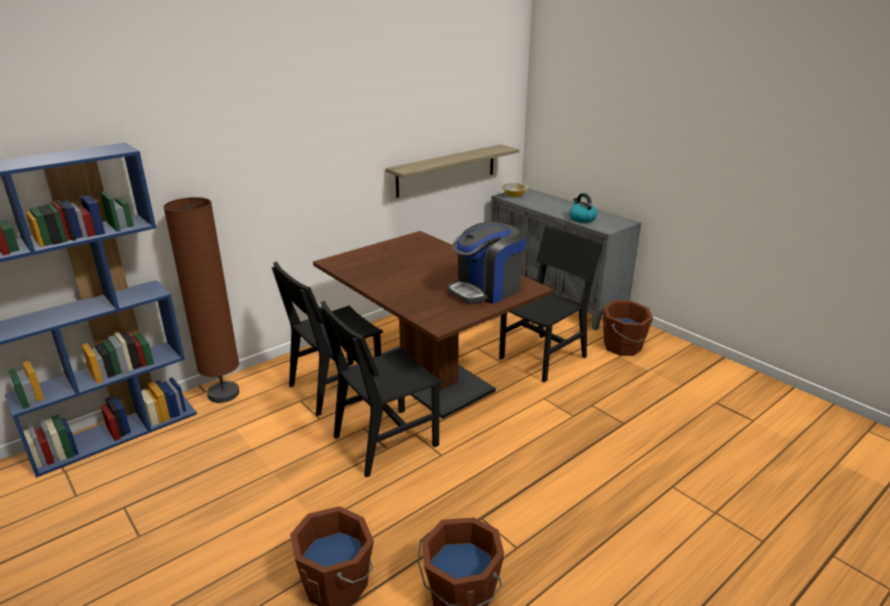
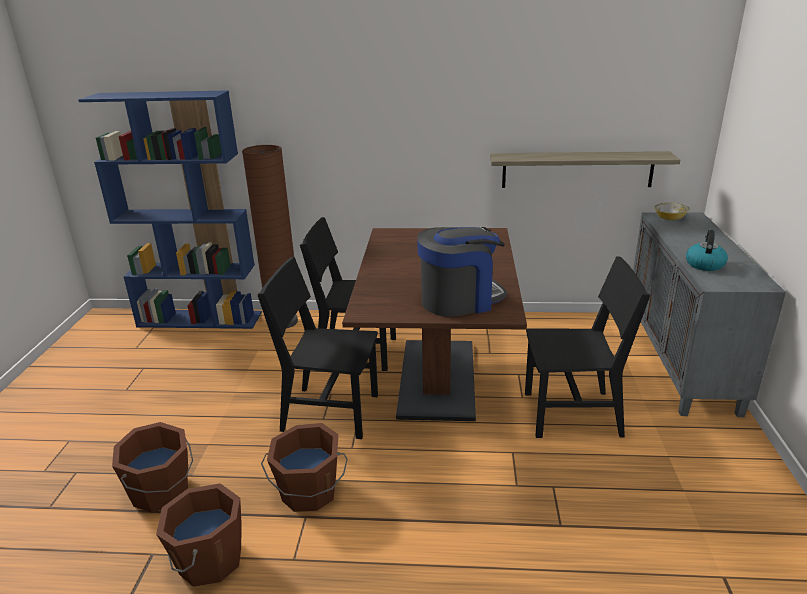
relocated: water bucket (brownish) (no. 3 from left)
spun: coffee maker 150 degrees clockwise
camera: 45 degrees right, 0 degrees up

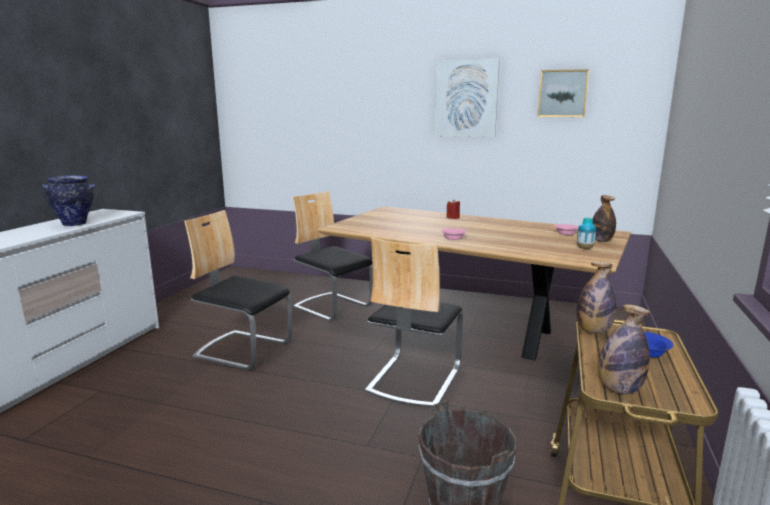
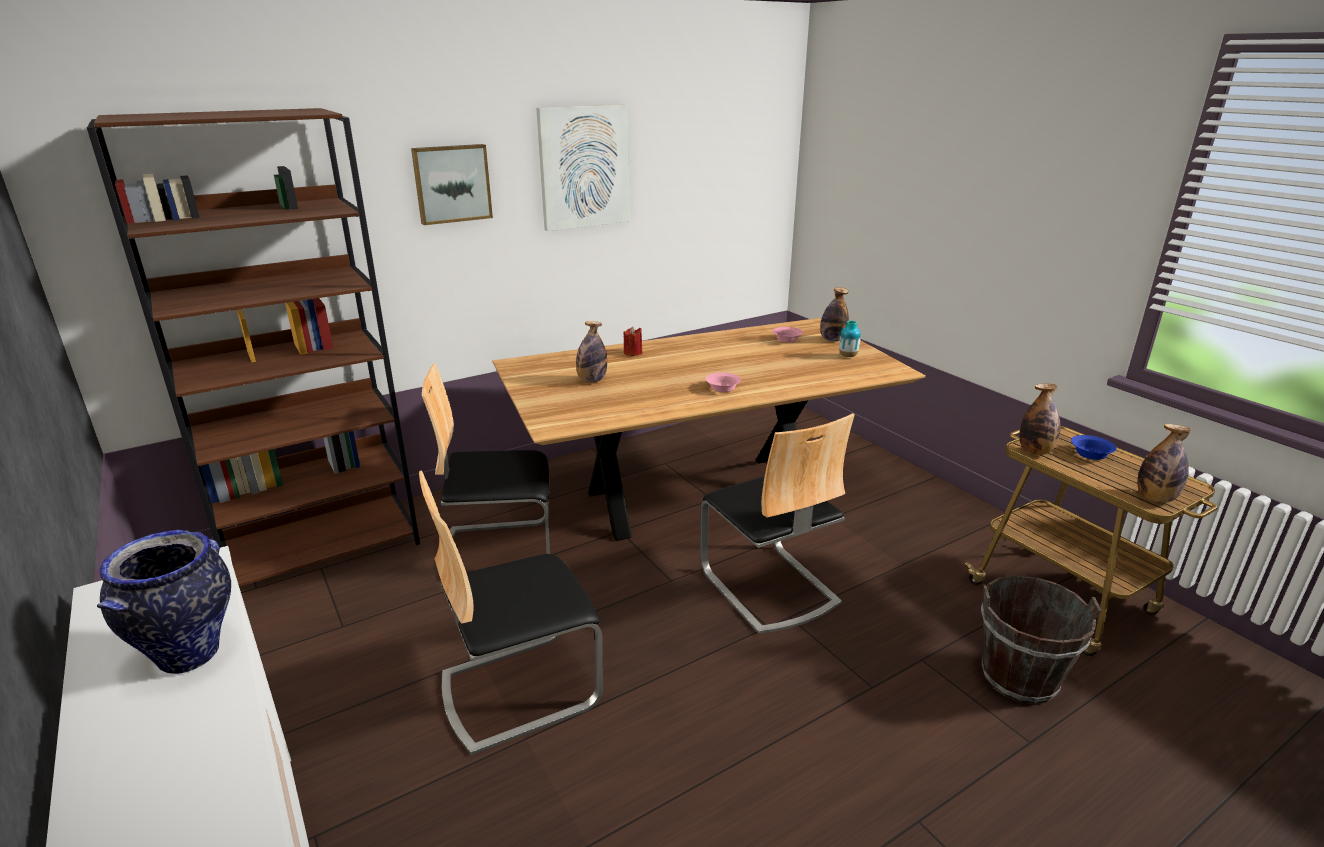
appeared: bookshelf (brownish); bottle (no. 1 from left)
relocated: wall picture (no. 2 from left in the first image) to wall picture (no. 1 from left)
camera: 50 degrees left, 10 degrees up

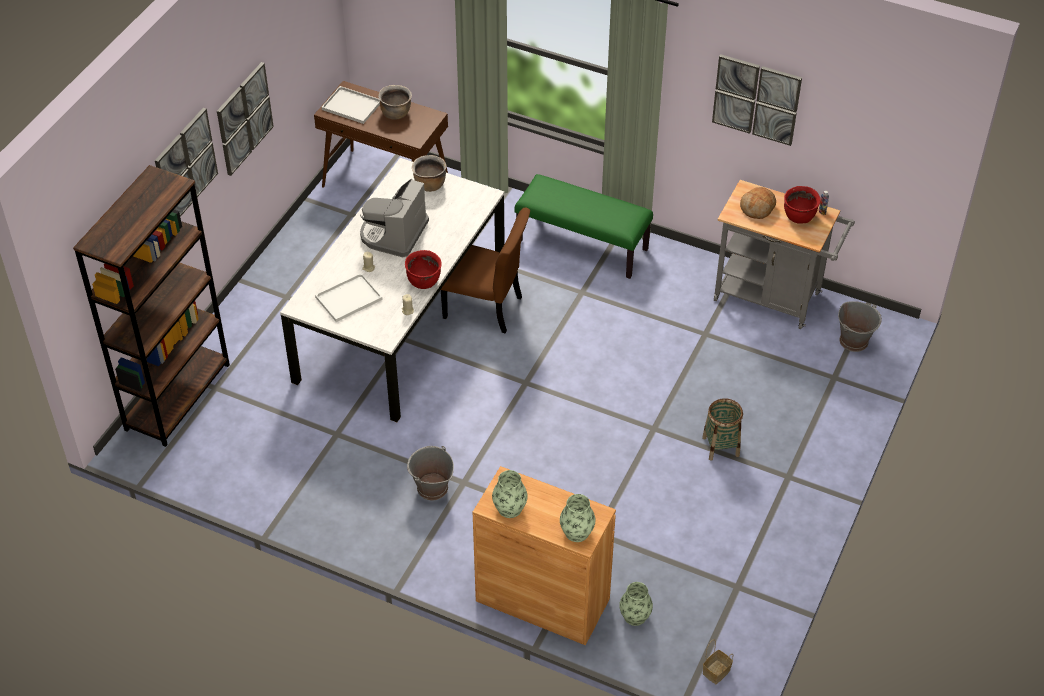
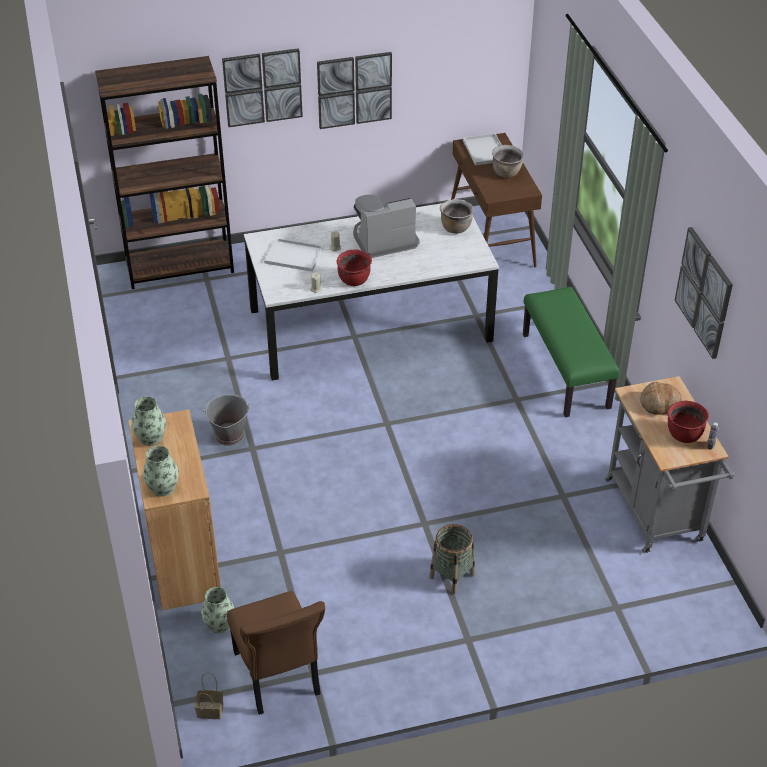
missing: water bucket (greyish) (no. 2 from left)
relocated: chair (brownish)
camera: 50 degrees right, 5 degrees down

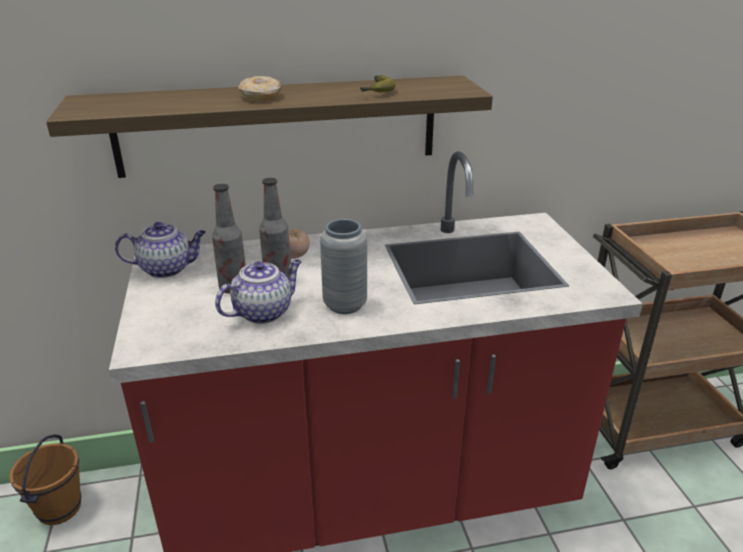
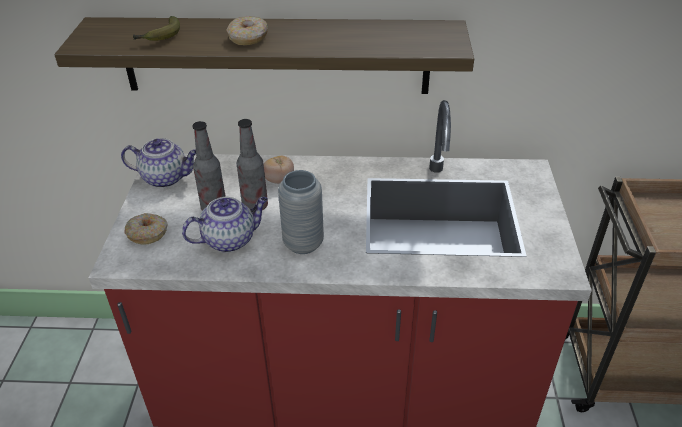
missing: water bucket (brownish)
appeared: donut (no. 1 from left)
relocated: whole banana
camera: 15 degrees right, 10 degrees up

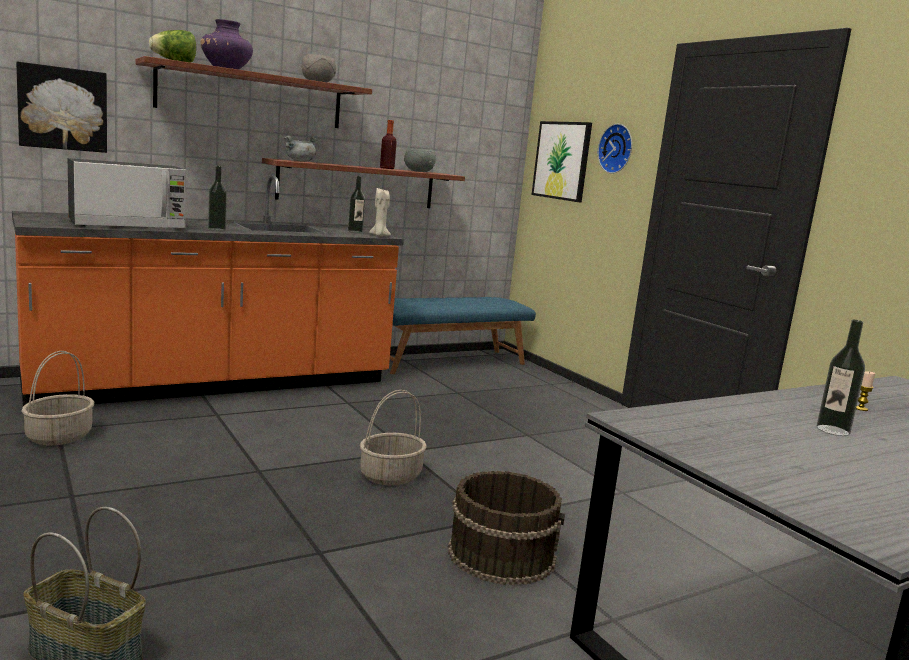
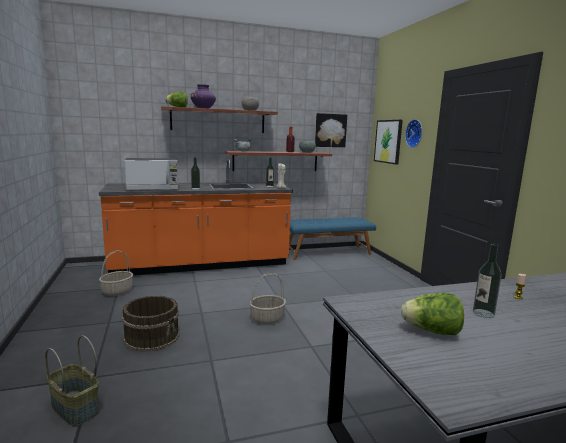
appeared: lettuce (no. 2 from left)
relocated: wall picture (no. 1 from left); water bucket (brownish)
camera: 15 degrees right, 0 degrees up

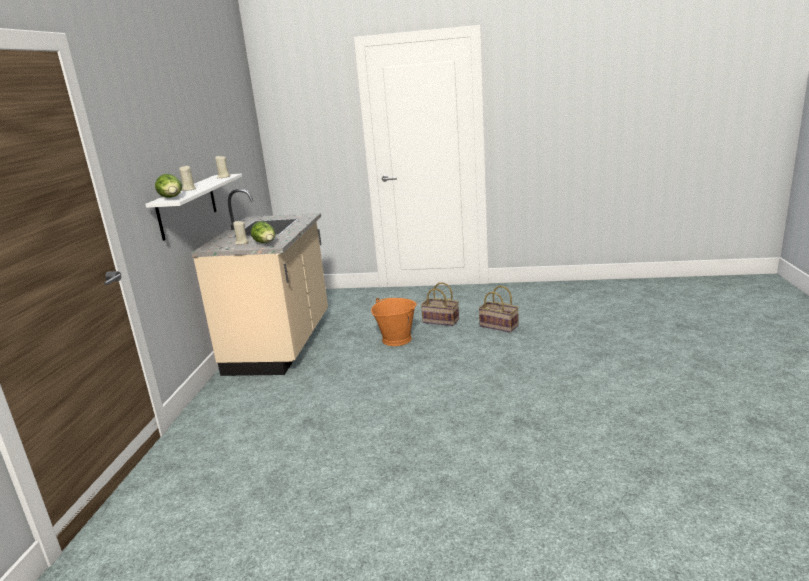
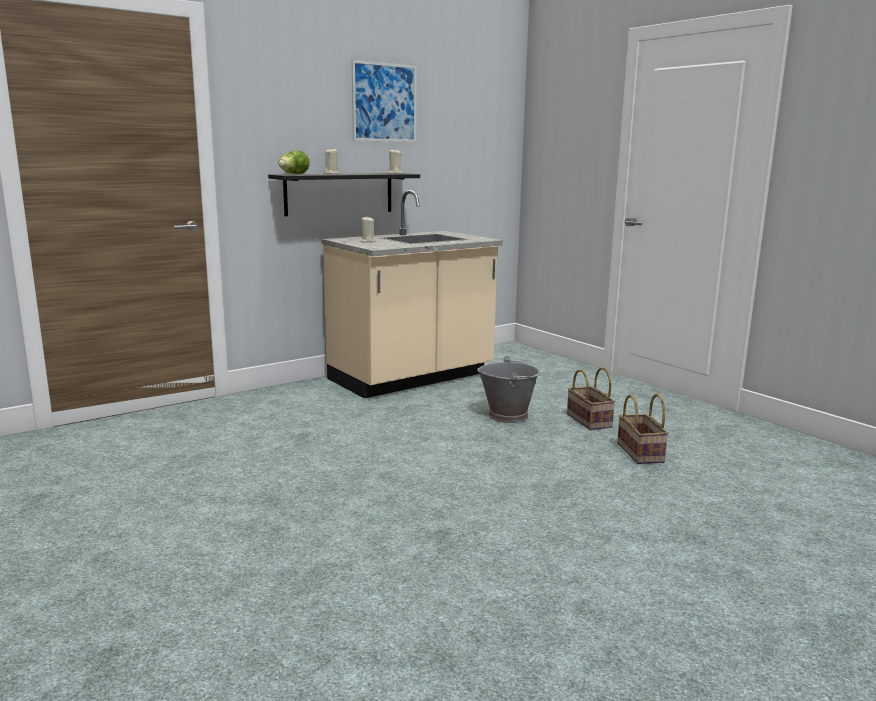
missing: lettuce (no. 2 from left)
appeared: wall picture
colour: wall shelf (whitish) to wall shelf (blackish); water bucket (orange-coloured) to water bucket (greyish)
camera: 45 degrees right, 5 degrees down

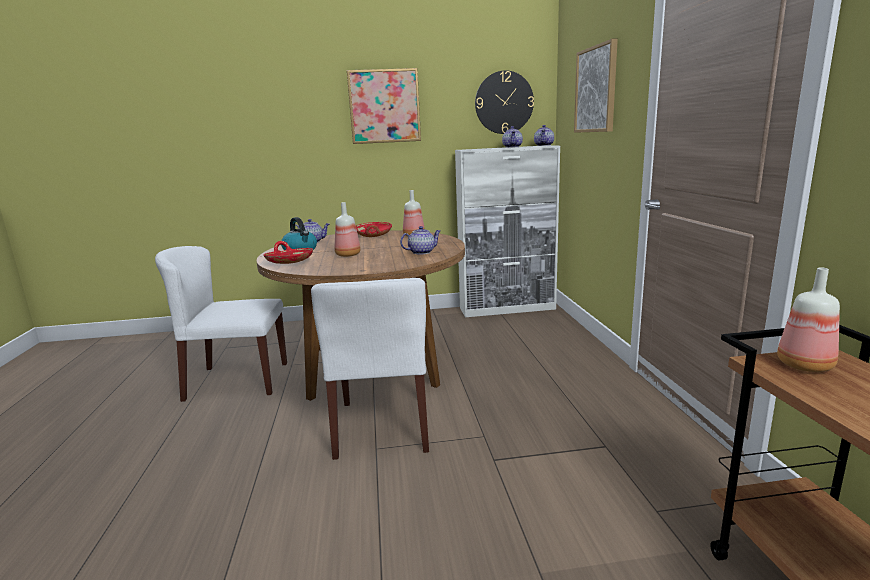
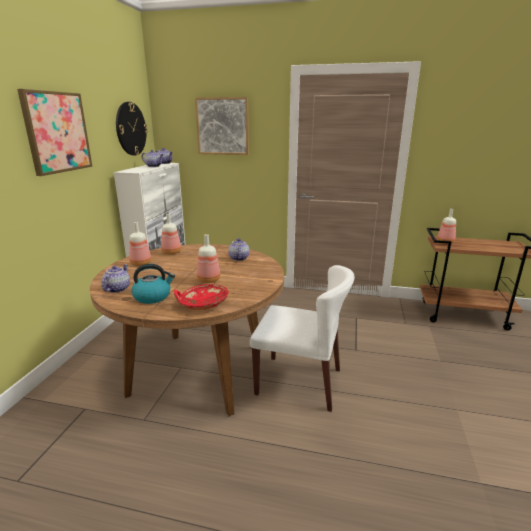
missing: chair (whitish) (no. 1 from left)
exchanged: deep dish (red-coloured) (no. 2 from left) to bottle (no. 1 from left)
camera: 70 degrees left, 5 degrees up

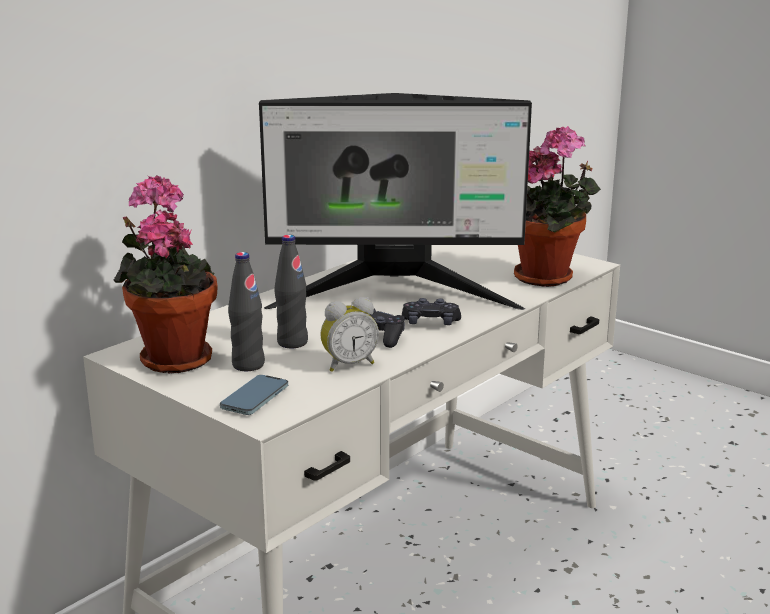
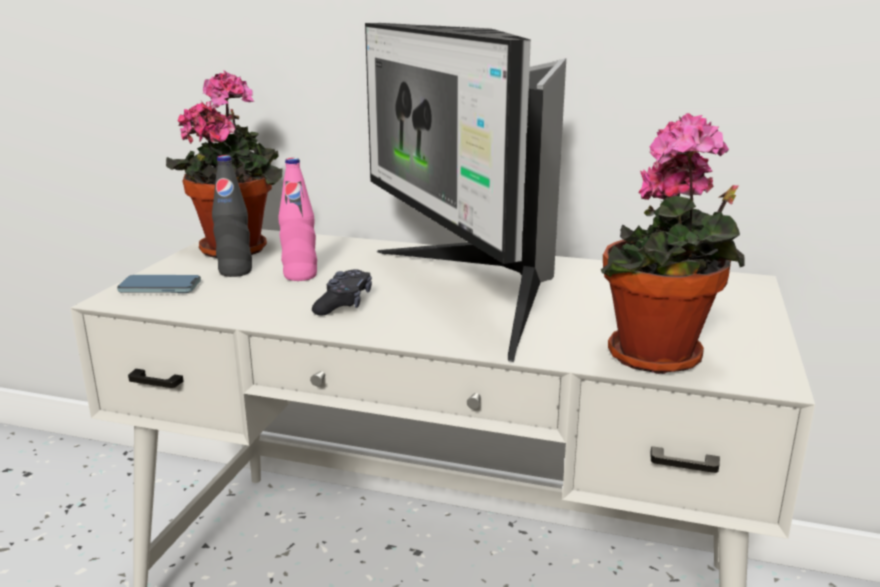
missing: alarm clock; gamepad (blackish) (no. 2 from left)
colour: bottle (blackish) (no. 2 from left) to bottle (pinkish)
camera: 65 degrees right, 0 degrees up

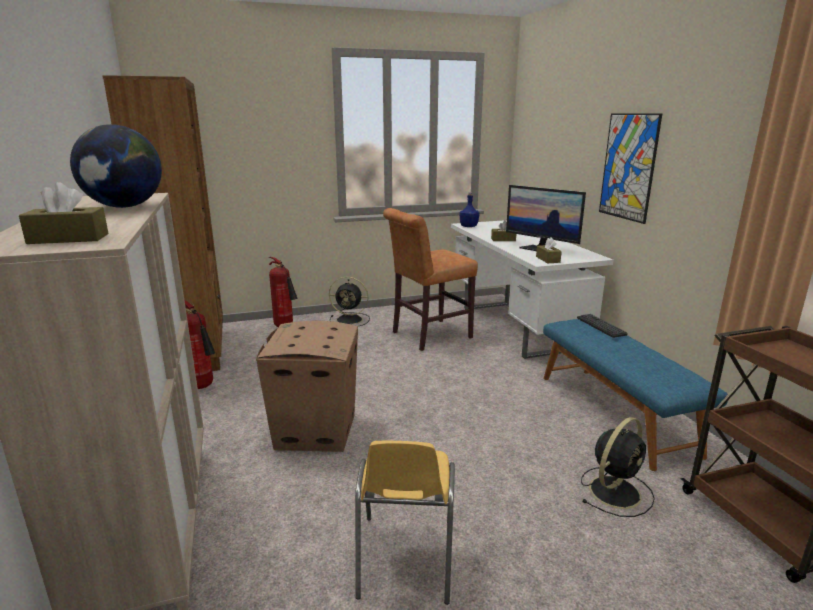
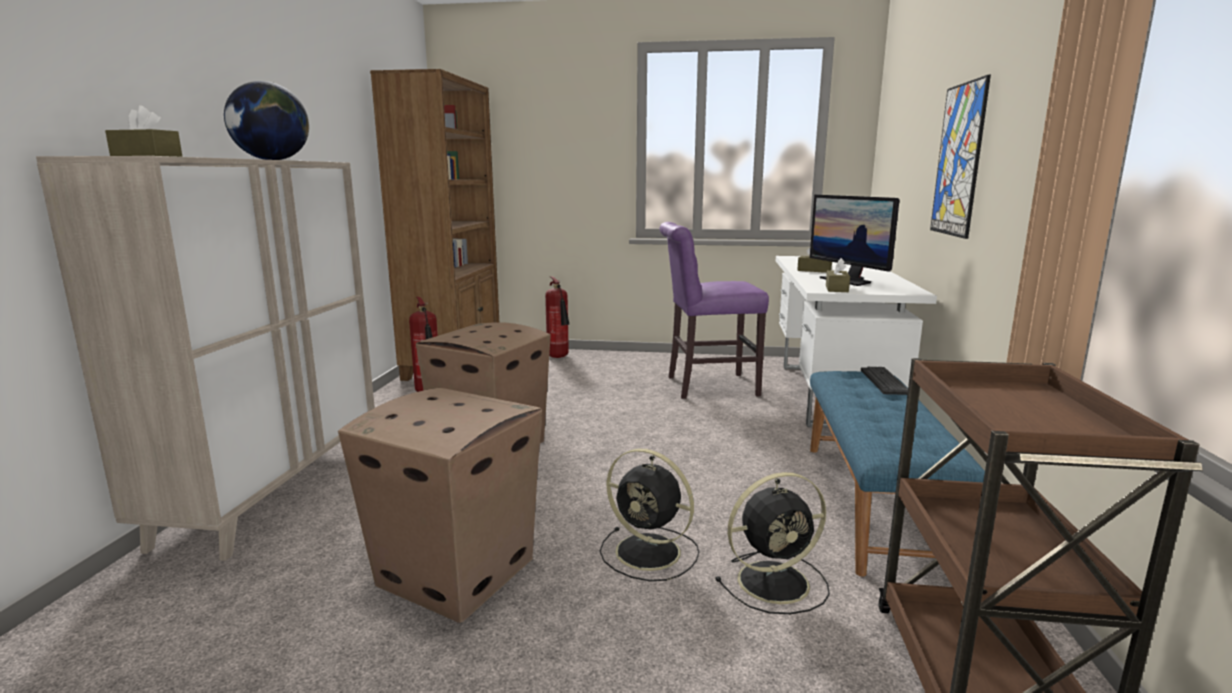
missing: bottle (bluish)
relocated: cooling fan (blackish) (no. 1 from left)
exchanged: chair (yellow-coloured) to carton (no. 1 from left)
colour: chair (brownish) to chair (purple)
camera: 25 degrees right, 5 degrees down

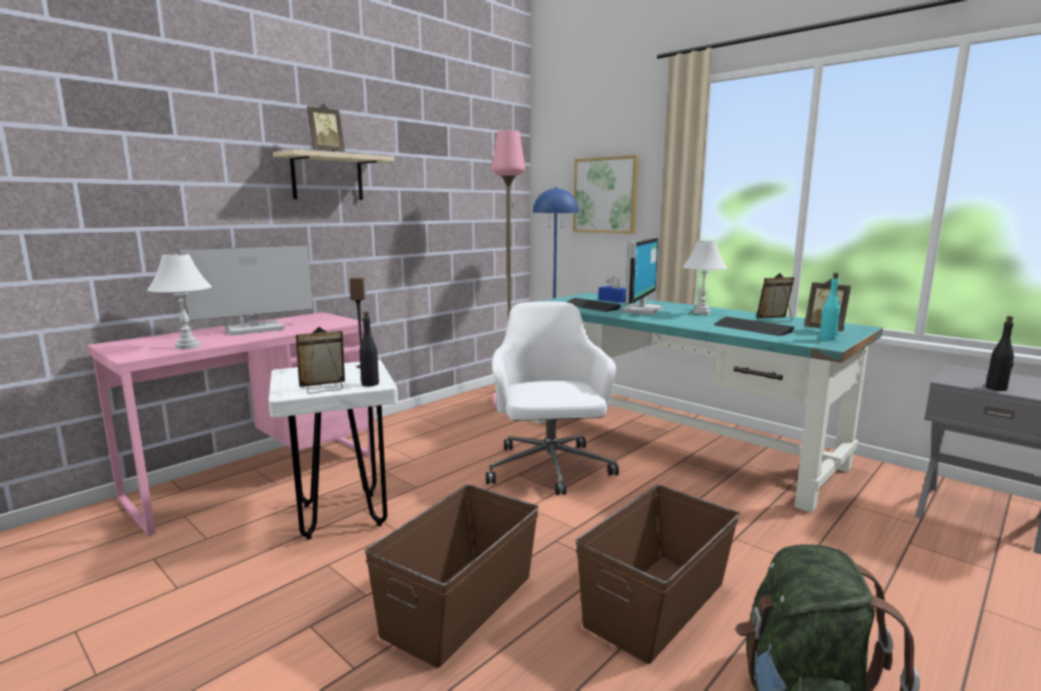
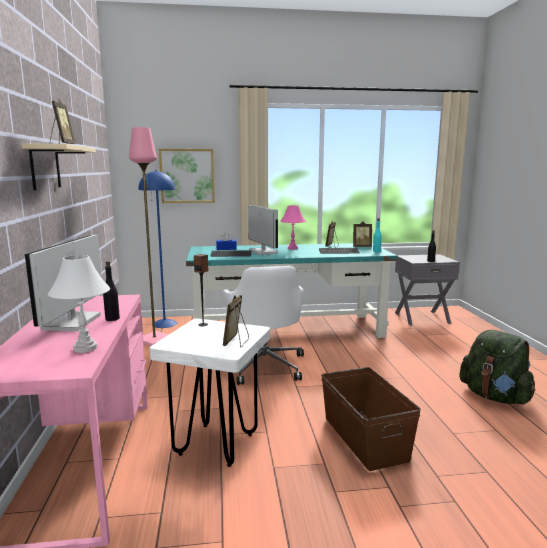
missing: storage container (brownish) (no. 2 from left)
relocated: bottle (blackish) (no. 1 from left)
colour: lamp for a table (whitish) (no. 2 from left) to lamp for a table (pinkish)
spun: desk chair (whitish) 135 degrees counterclockwise
camera: 50 degrees left, 0 degrees up

